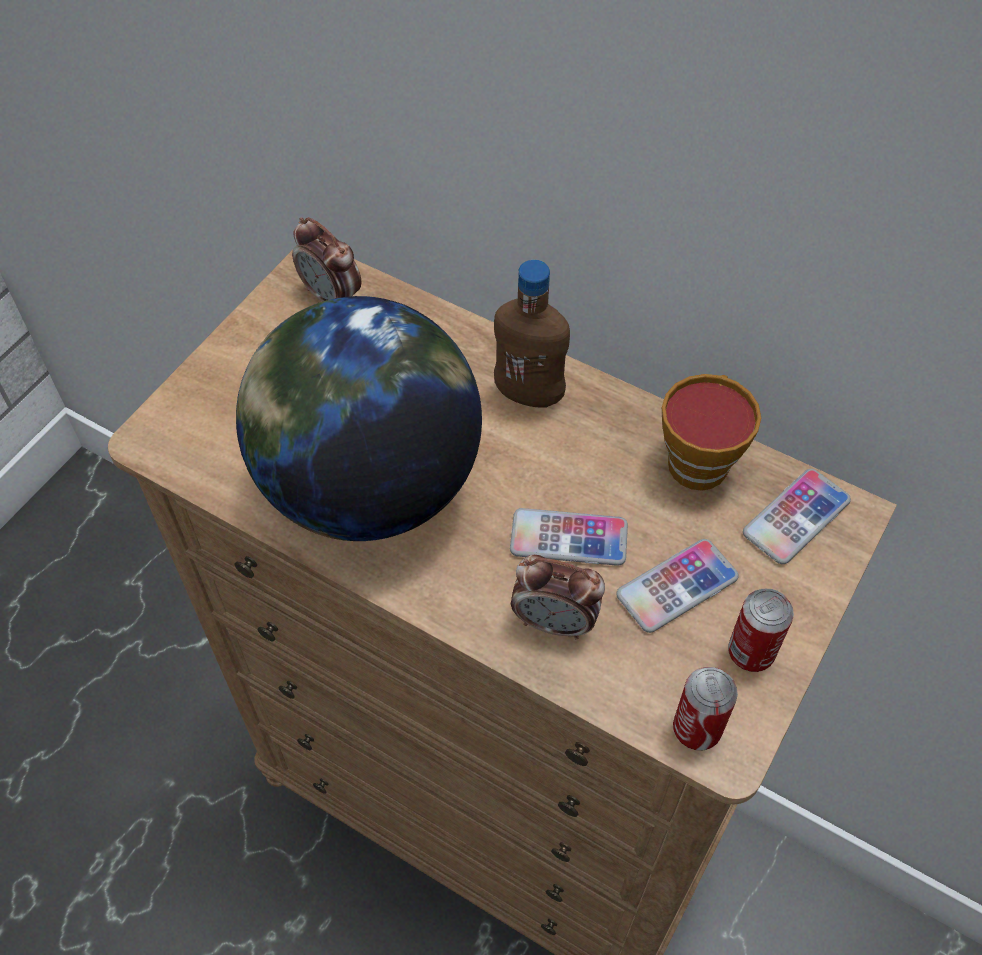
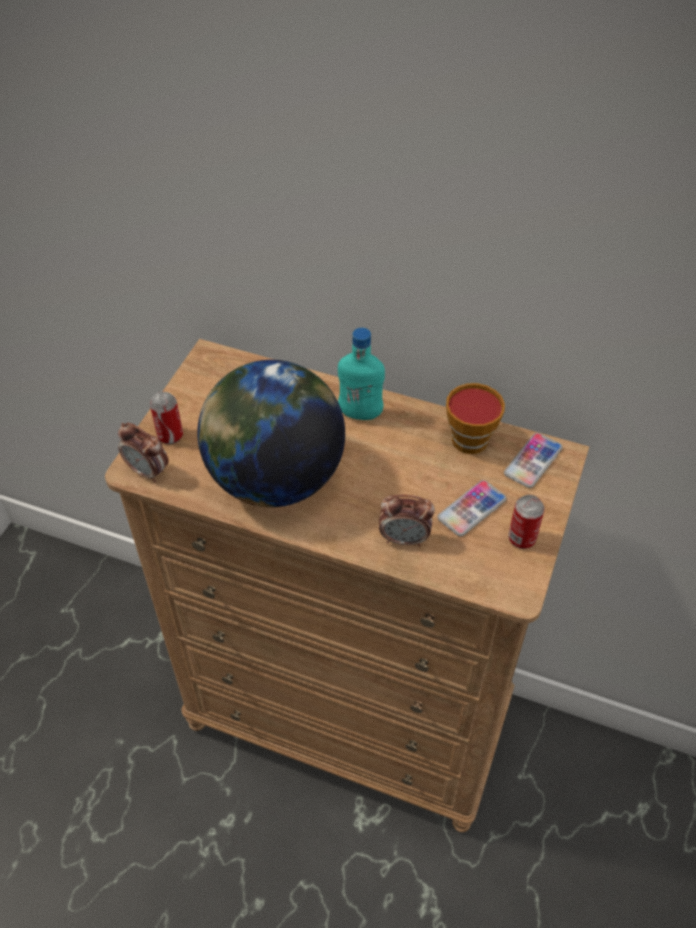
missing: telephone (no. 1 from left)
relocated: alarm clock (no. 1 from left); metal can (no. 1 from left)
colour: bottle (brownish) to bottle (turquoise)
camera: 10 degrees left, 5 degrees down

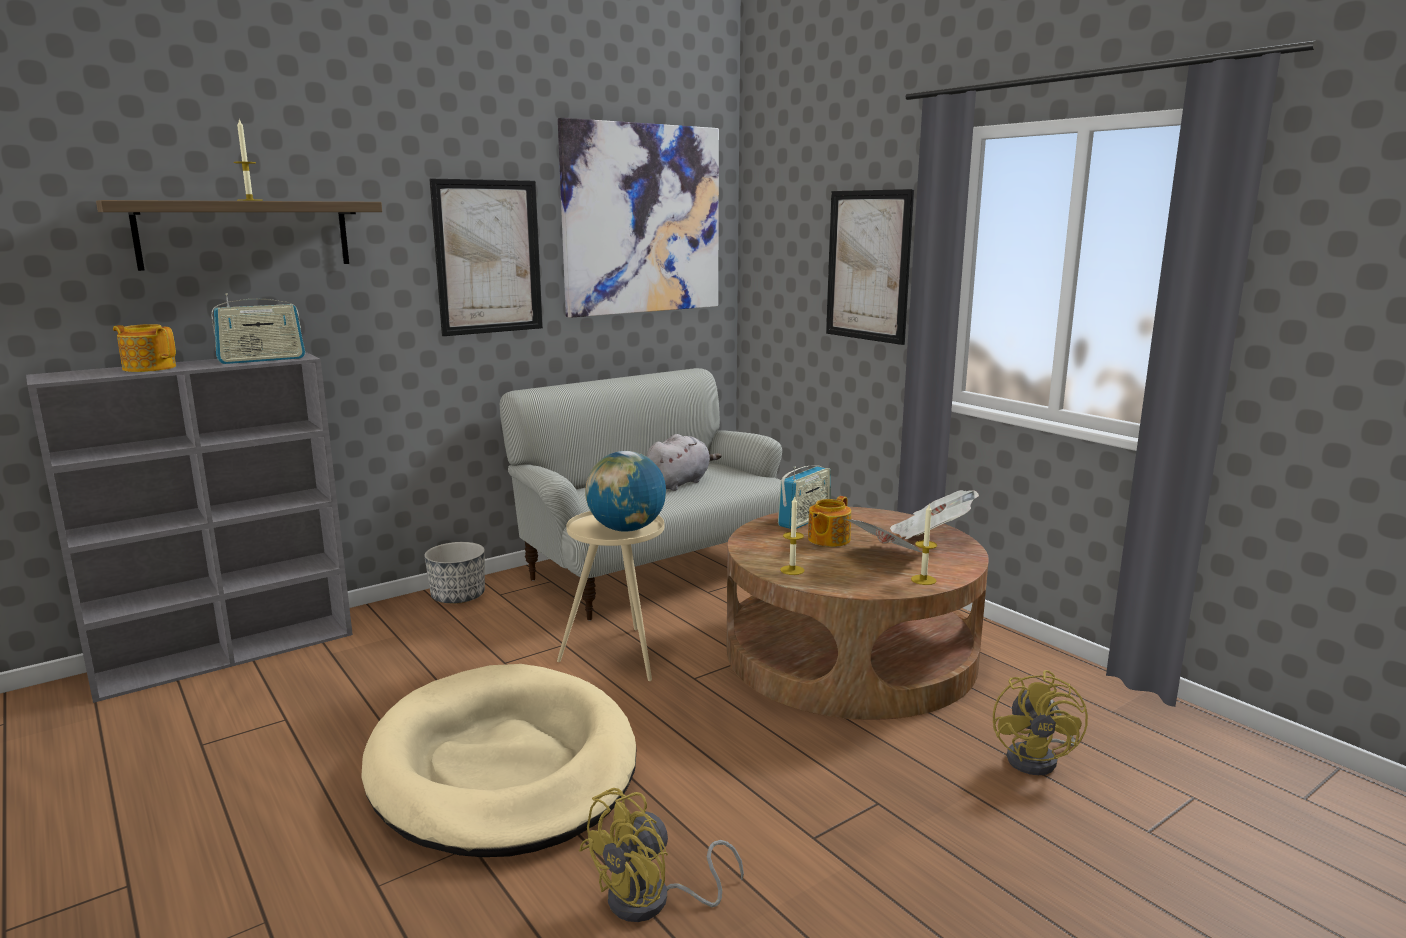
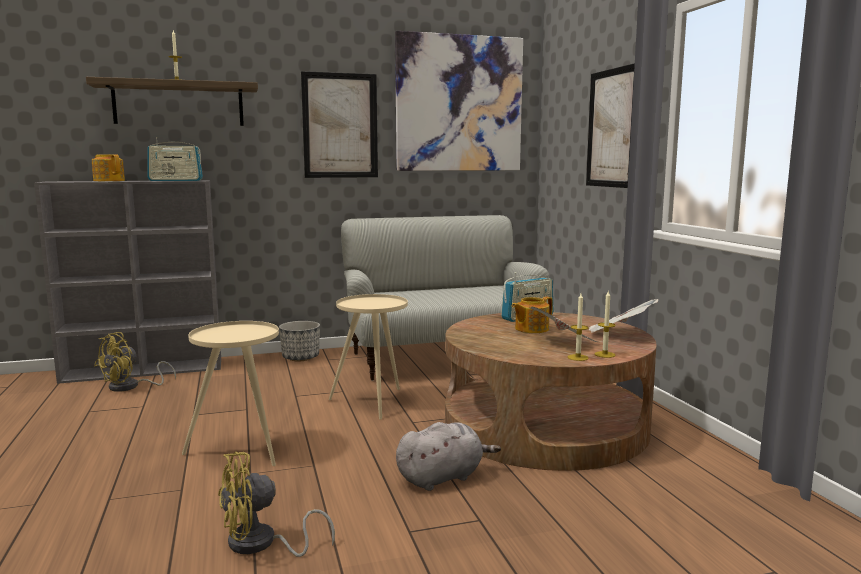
missing: globe
relocated: soft toy (greyish); wax light (no. 2 from left in the first image) to wax light (no. 3 from left); cooling fan (yellow-coloured) (no. 2 from left in the first image) to cooling fan (yellow-coloured) (no. 1 from left)
exchanged: pet bed (beige-coloured) to end table (beige-coloured) (no. 1 from left)
camera: 20 degrees right, 5 degrees down

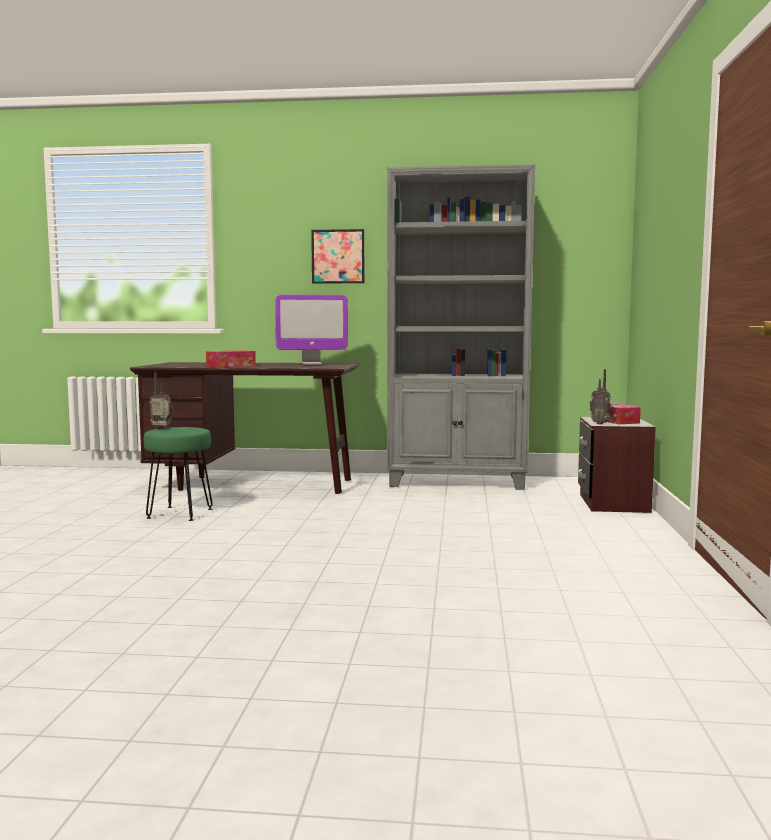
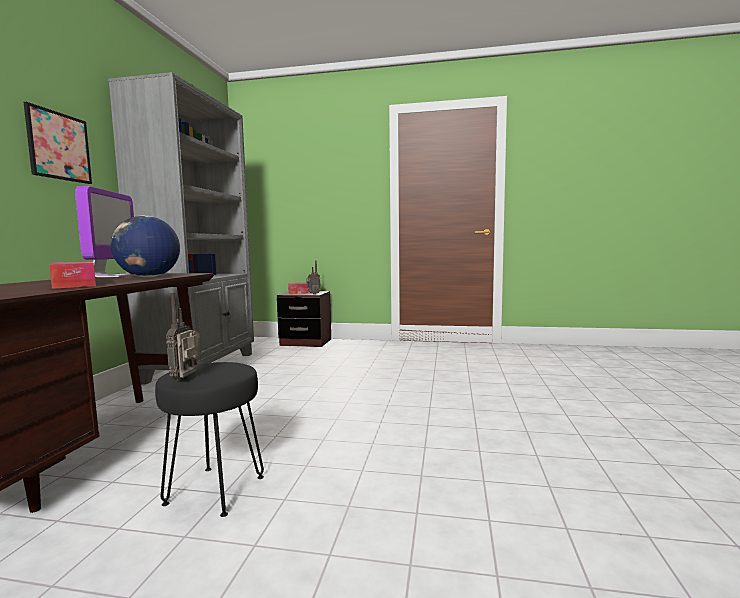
appeared: globe
colour: stool seat (green) to stool seat (blackish)
camera: 85 degrees left, 0 degrees up

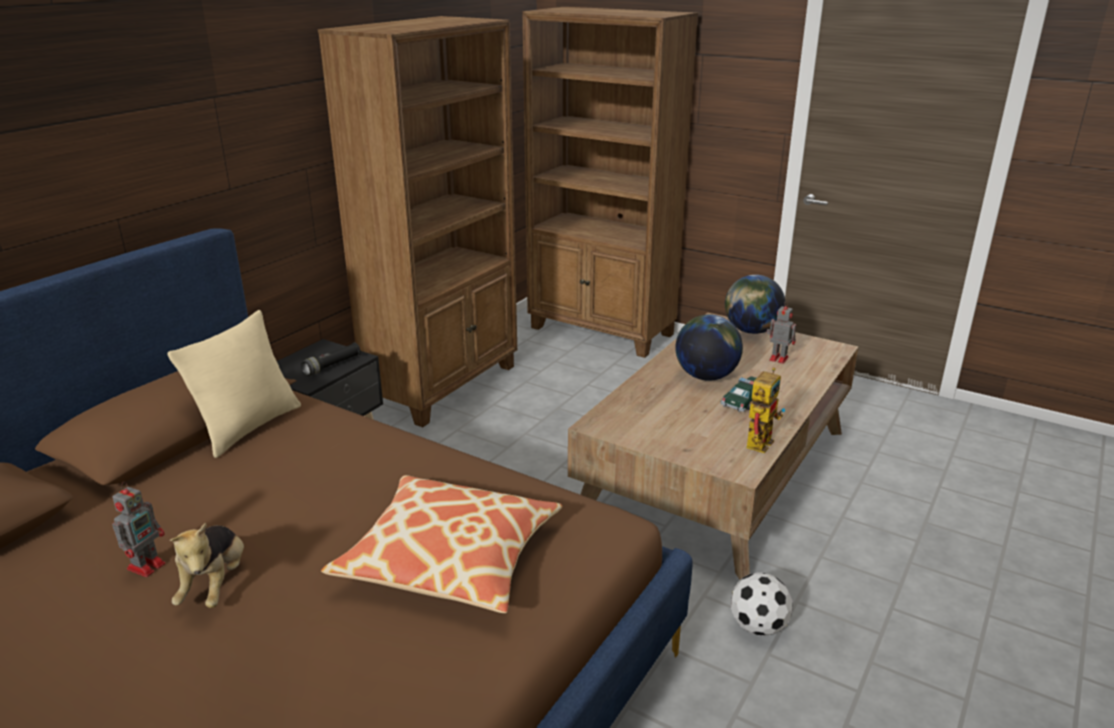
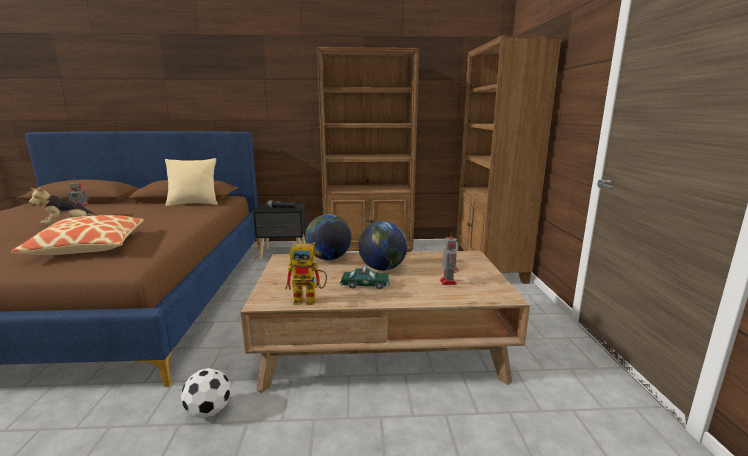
relocated: globe (no. 2 from left in the first image) to globe (no. 1 from left)
camera: 55 degrees right, 10 degrees down

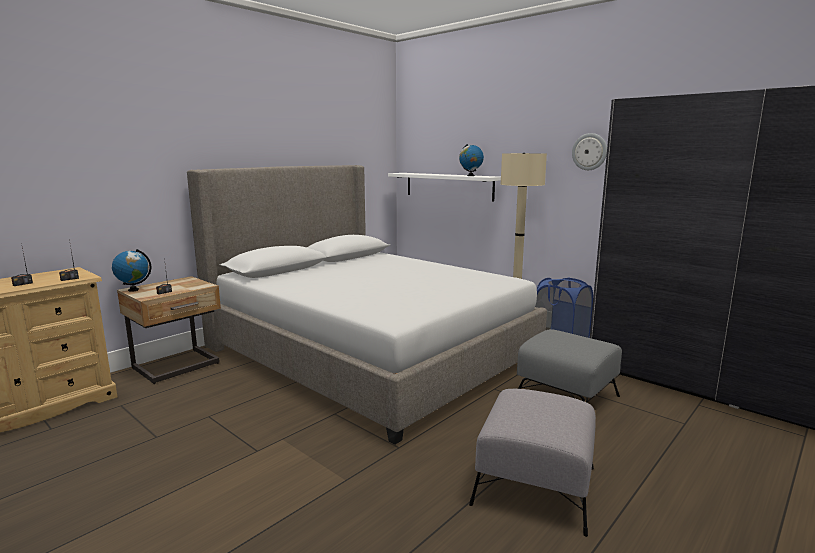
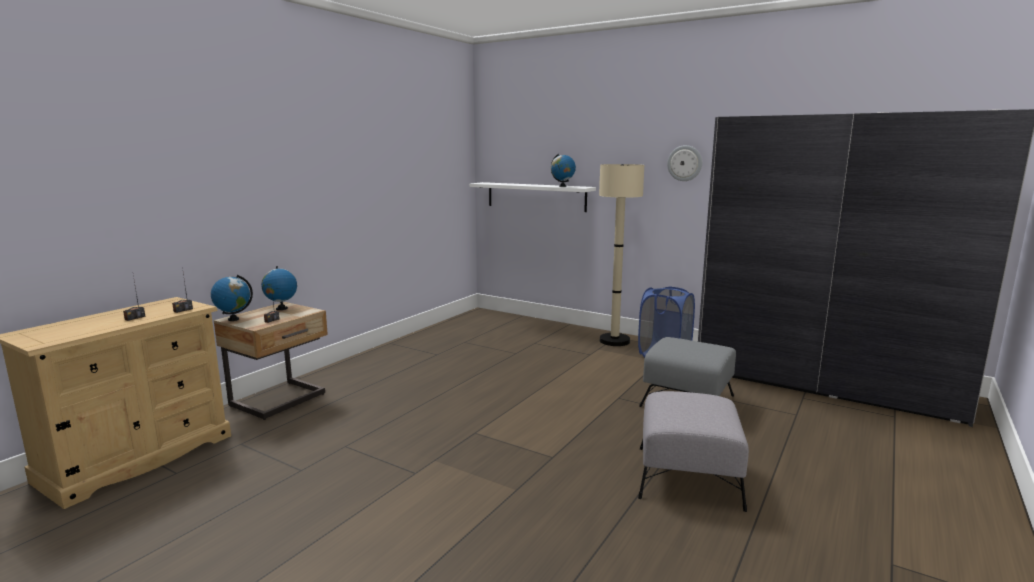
missing: bed
appeared: globe (no. 2 from left)
camera: 10 degrees left, 0 degrees up

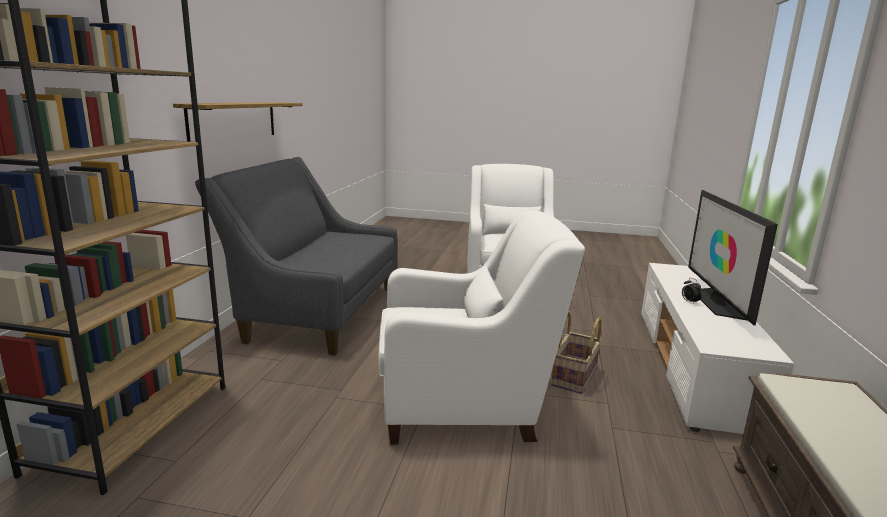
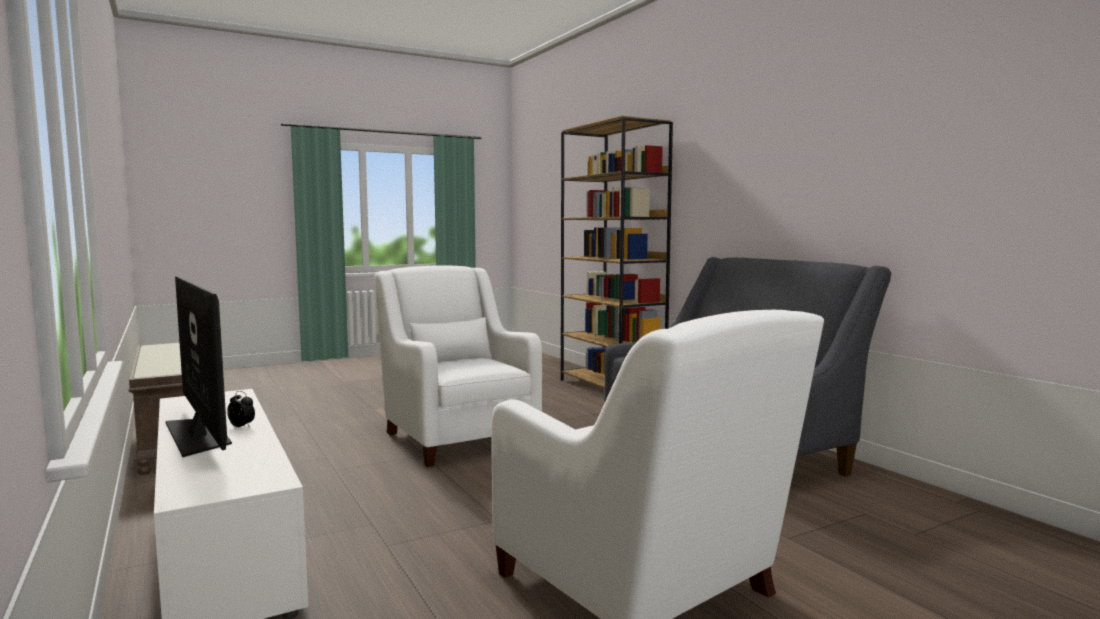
missing: wall shelf; basket
spun: lounge chair (whitish) (no. 1 from left) 105 degrees clockwise
camera: 140 degrees right, 10 degrees down

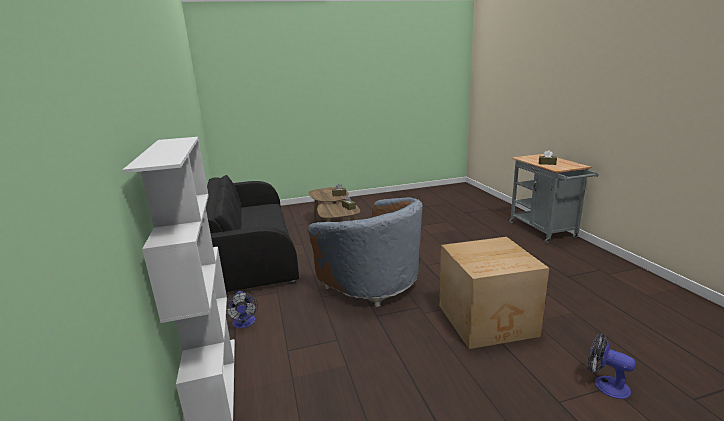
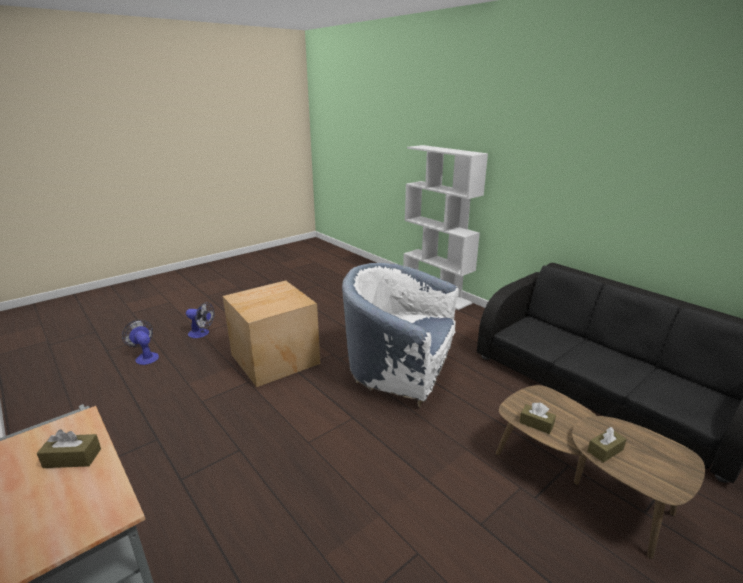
relocated: cooling fan (no. 1 from left)
colour: lounge chair (brownish) to lounge chair (whitish)
camera: 155 degrees right, 5 degrees up

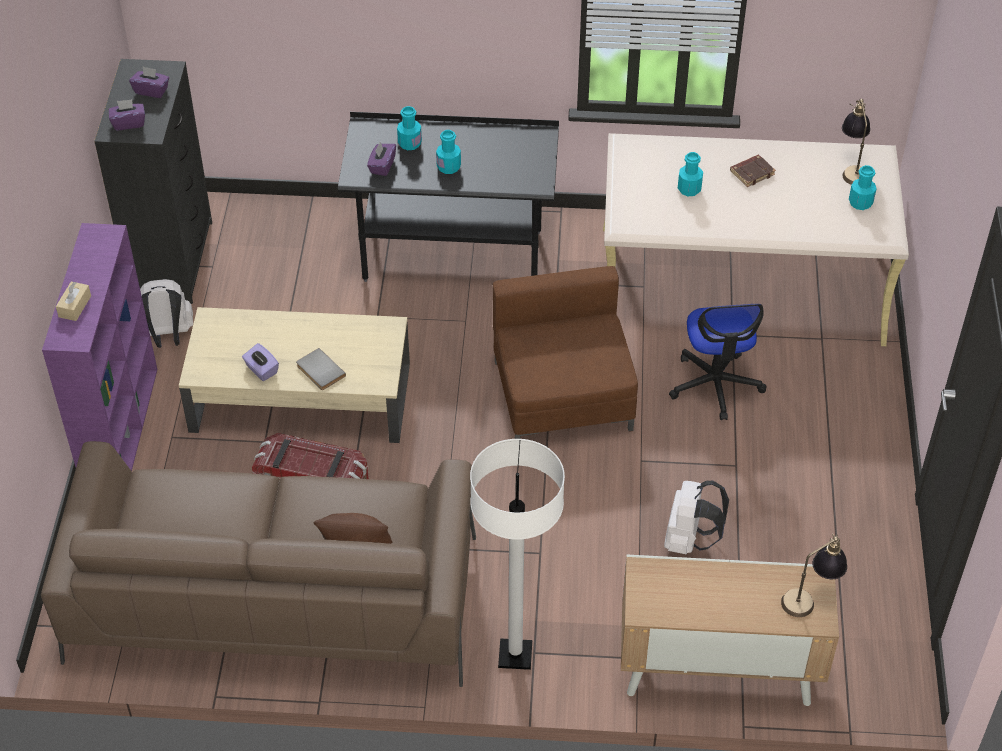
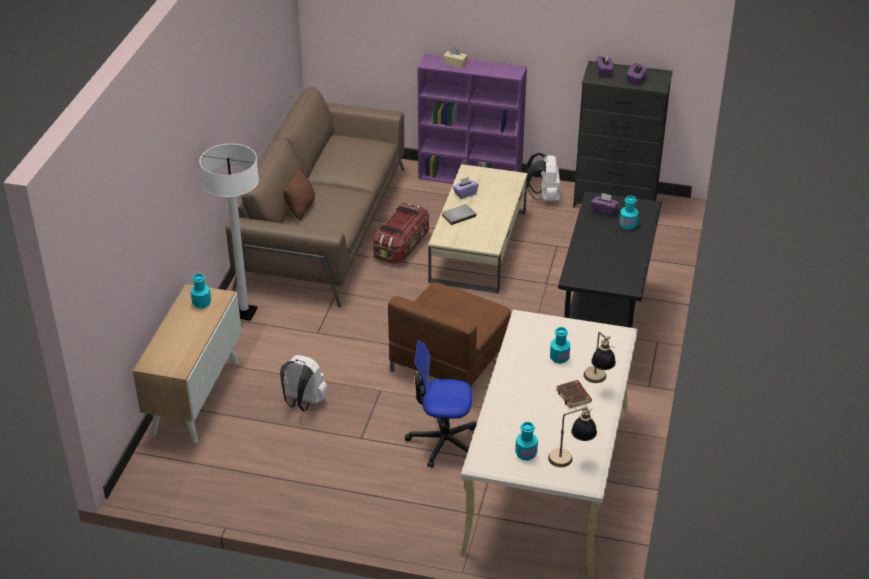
relocated: bottle (turquoise) (no. 2 from left in the first image) to bottle (turquoise) (no. 1 from left); lamp for a table (no. 1 from left in the first image) to lamp for a table (no. 2 from left)
spun: lounge chair (brownish) 120 degrees clockwise
camera: 100 degrees right, 10 degrees down

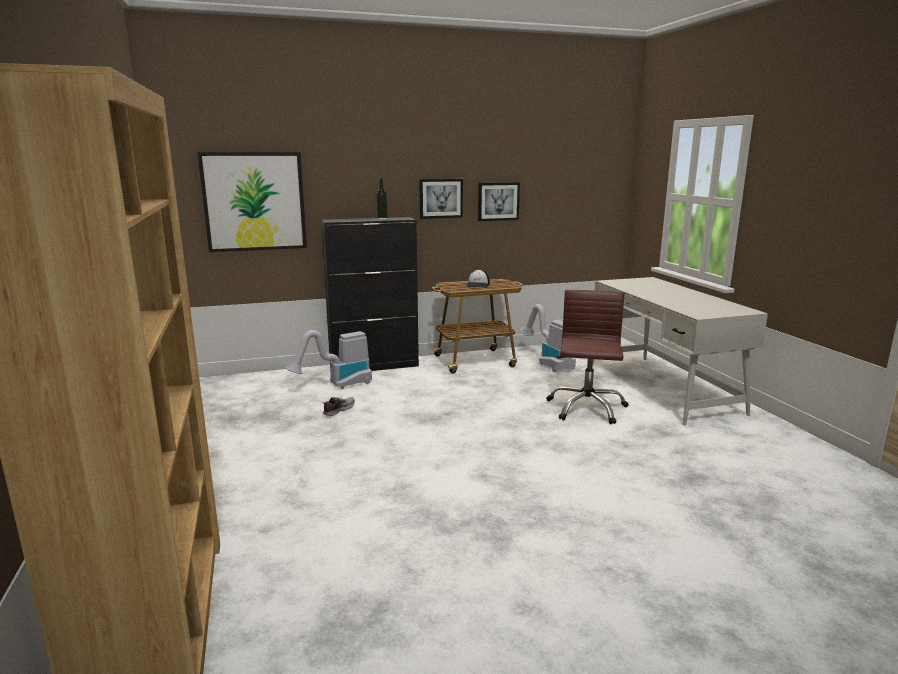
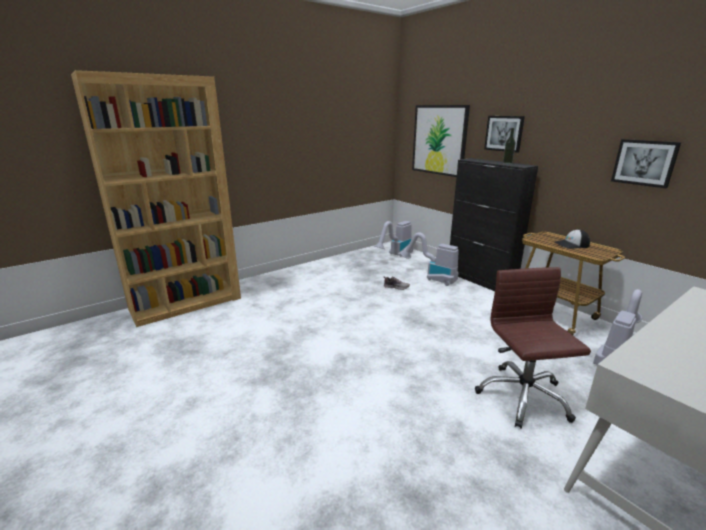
appeared: vacuum (no. 1 from left)
relocated: wall picture (no. 2 from left)
spun: desk chair (brownish) 90 degrees counterclockwise
camera: 70 degrees right, 5 degrees up

